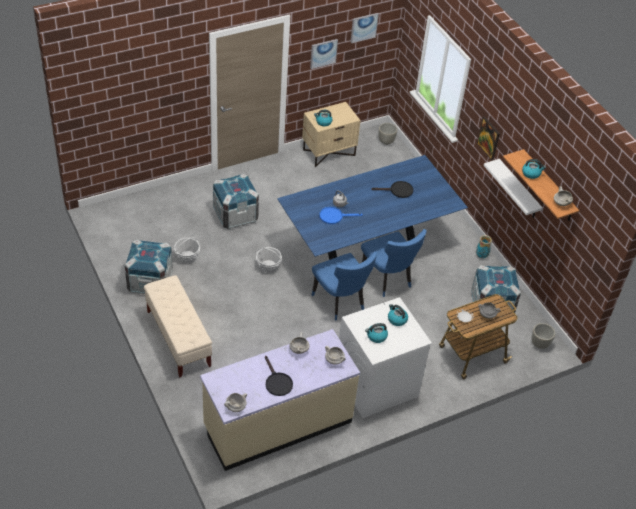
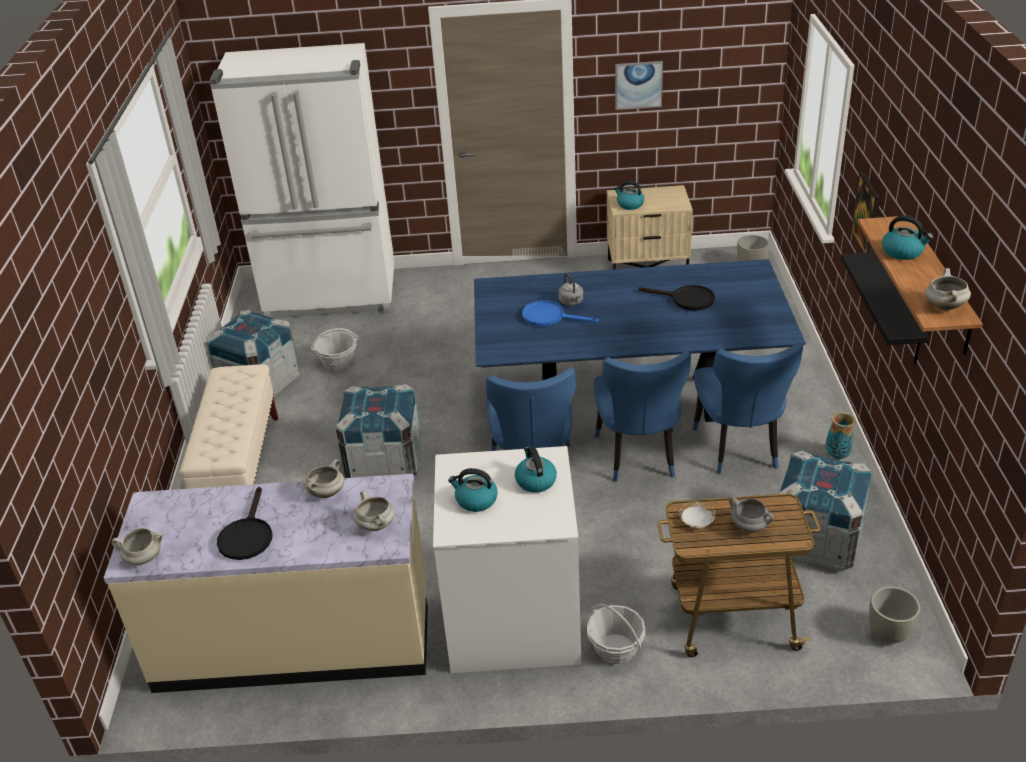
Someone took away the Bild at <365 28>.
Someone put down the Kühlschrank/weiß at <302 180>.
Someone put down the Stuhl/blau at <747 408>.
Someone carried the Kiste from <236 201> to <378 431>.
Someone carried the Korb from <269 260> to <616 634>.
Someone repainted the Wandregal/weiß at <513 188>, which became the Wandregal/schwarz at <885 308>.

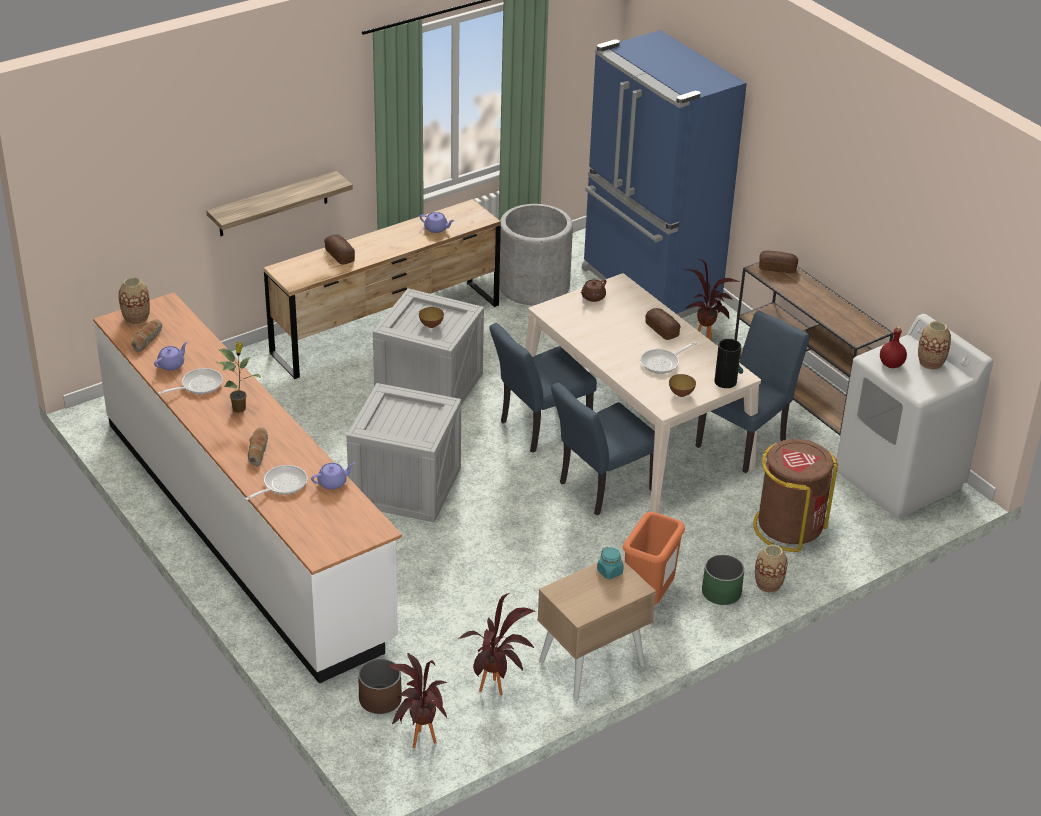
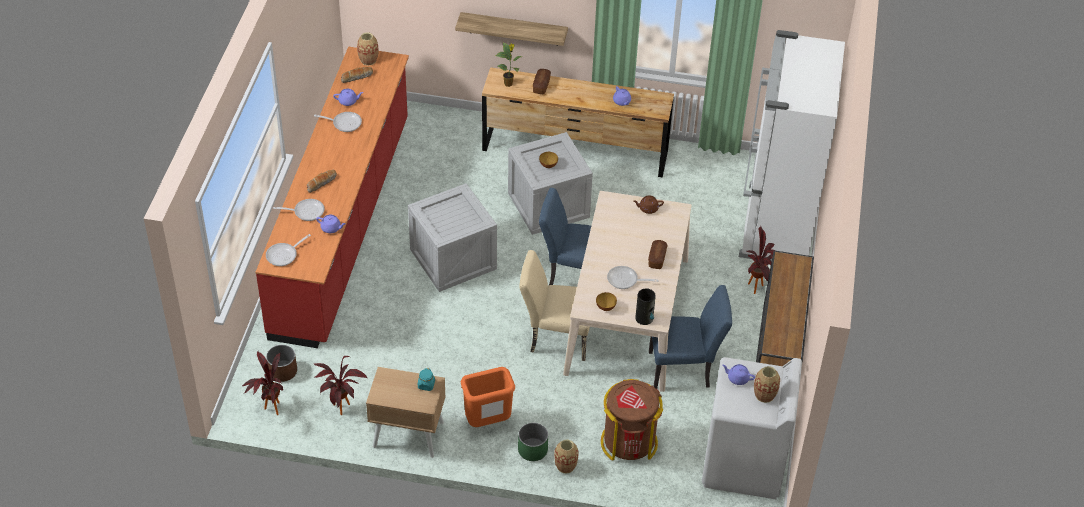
Someone took away the Pflanzkübel/grau at <536 254>.
Someone took away the Brot at <778 262>.
Someone put down the Pfanne at <288 250>.
Someone carried the Topfpflanze from <238 377> to <509 65>.
Someone swapped the Flasche/rot at <893 347> for the Teekanne/lila at <738 374>.
Someone repainted the Küchenzeile/weiß at <247 487>, which became the Küchenzeile/rot at <332 197>.
Someone repainted the Stuhl/blau at <603 449>, which became the Stuhl/beige at <554 305>.
Someone repainted the Kühlschrank/blau at <664 174>, which became the Kühlschrank/weiß at <792 145>.

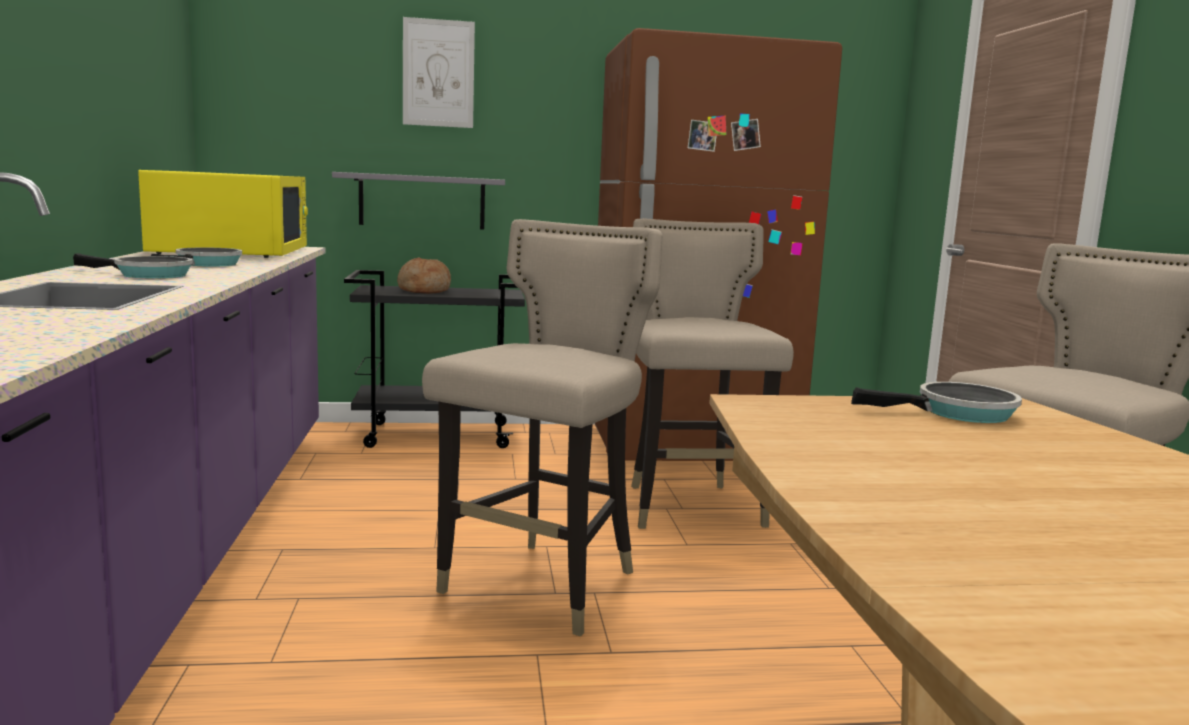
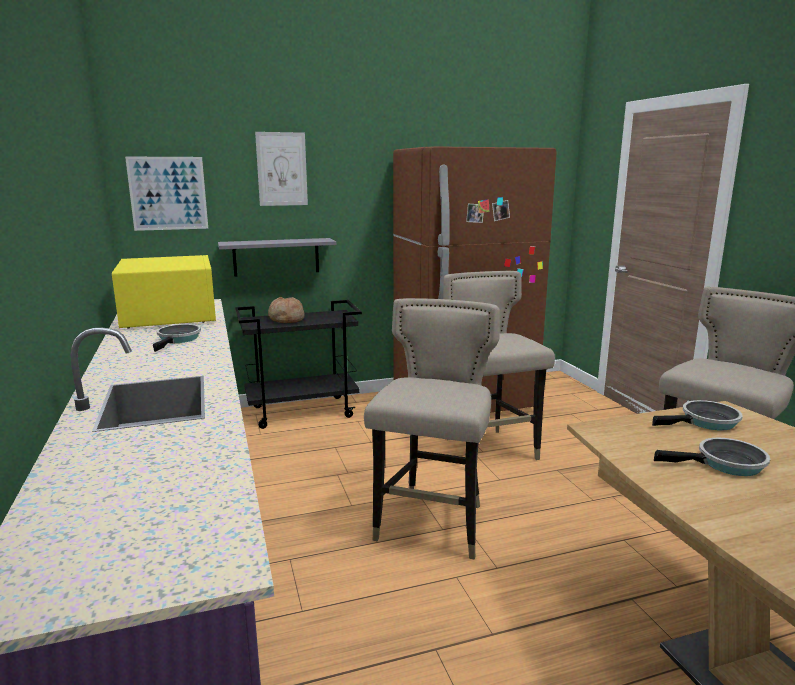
Someone put up the Bild at <166 194>.
Someone carried the Pfanne from <133 265> to <712 456>.

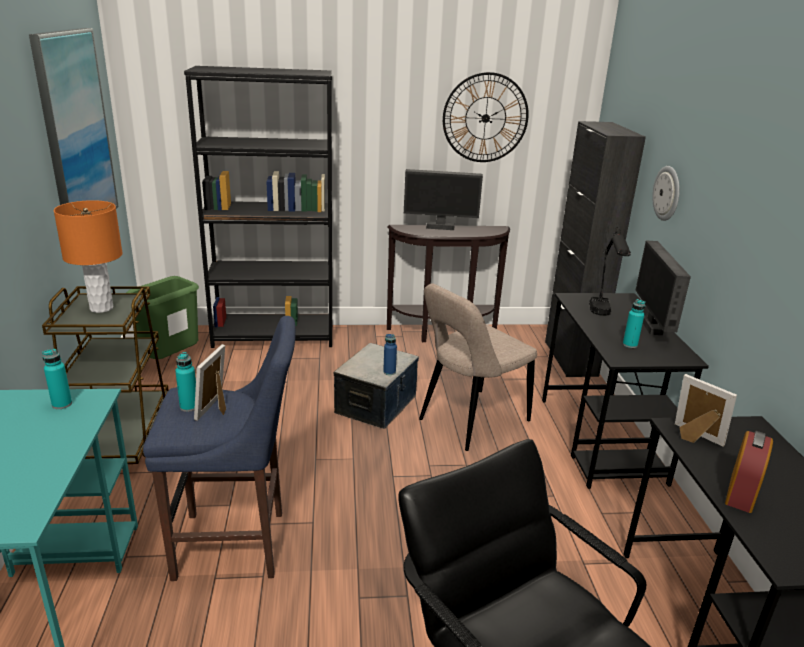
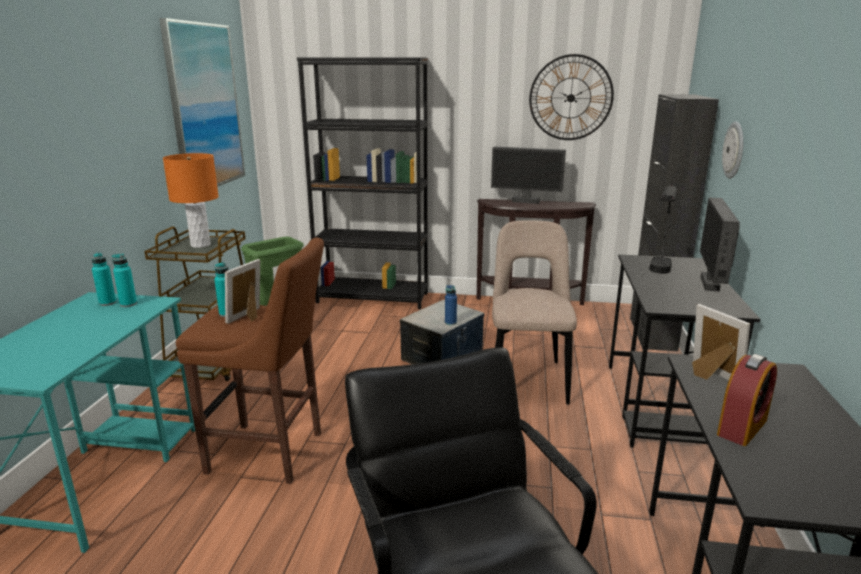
Someone carried the Flasche/türkis from <634 323> to <104 279>.
Someone repainted the Hocker/blau at <219 448>, which became the Hocker/braun at <250 361>.
Someone rotated the Stuhl/beige at <478 367> by 120 degrees clockwise.

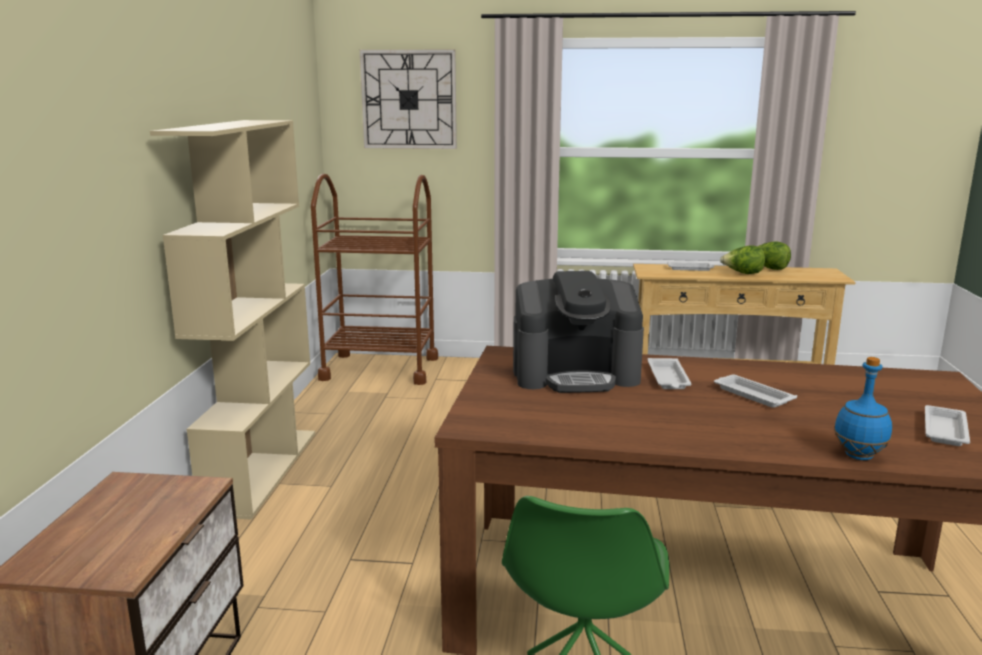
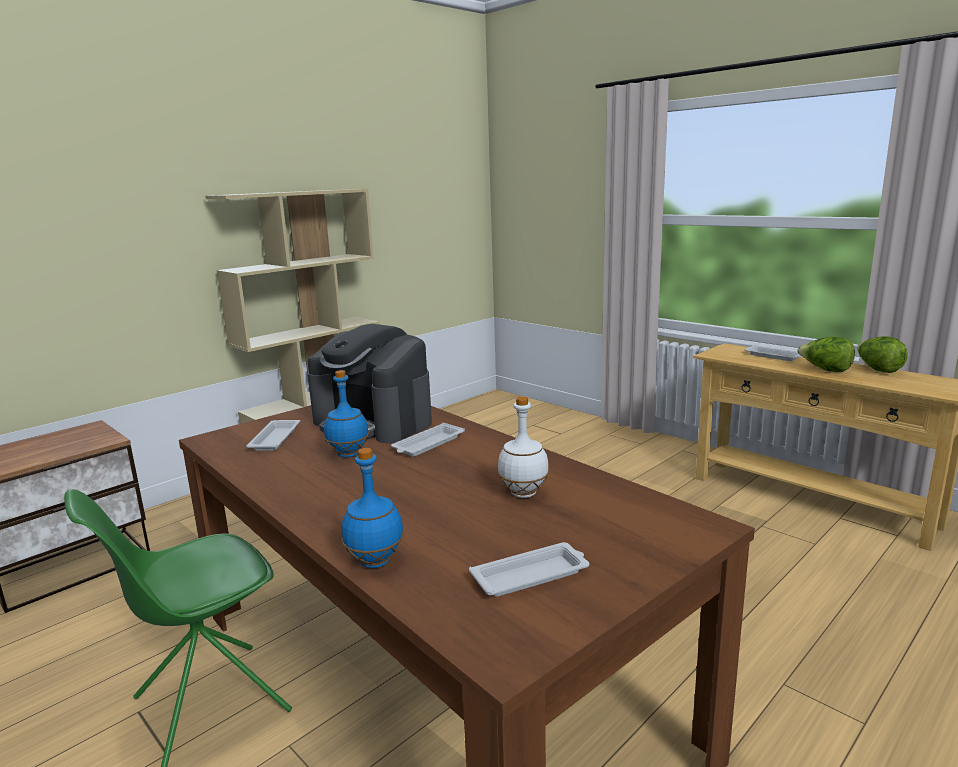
Someone took away the Rollwagen/braun at <374 279>.
Someone took away the Wanduhr at <408 99>.
Someone put down the Flasche/blau at <346 413>.
Someone put down the Flasche/weiß at <523 447>.
Someone carried the Tablett/weiß from <755 391> to <273 435>.

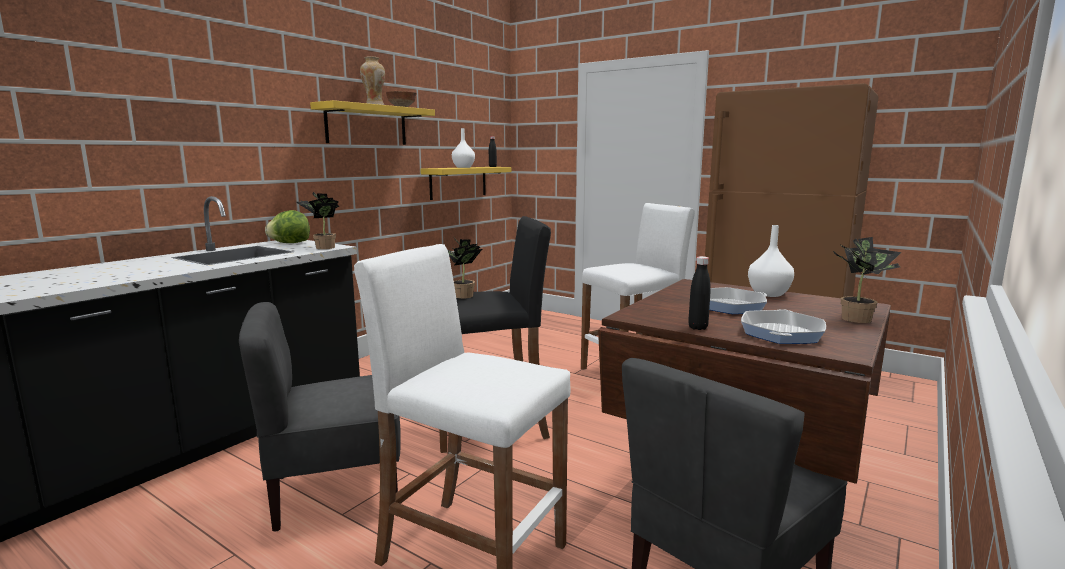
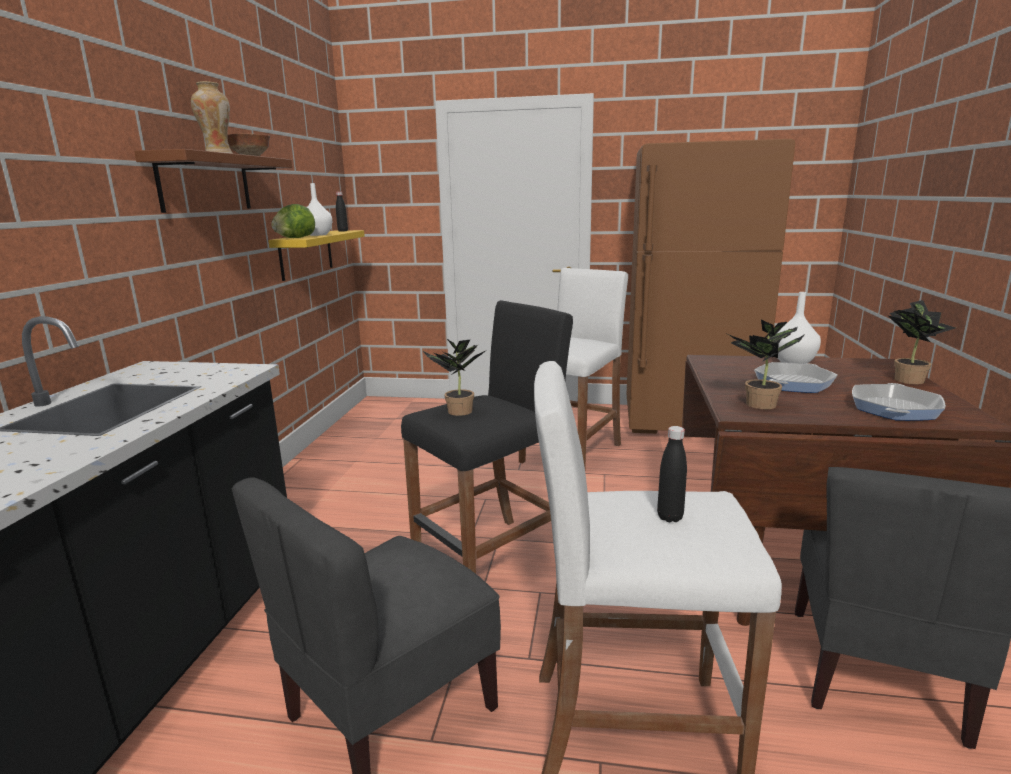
Someone carried the Salatkopf from <287 226> to <293 221>.
Someone carried the Topfpflanze from <317 220> to <766 364>.
Someone carried the Flasche/schwarz from <699 293> to <672 474>.
Someone repainted the Wandregal/gelb at <372 122>, which became the Wandregal/braun at <213 181>.
Someone rotated the Pfanne at <783 326> by 150 degrees counterclockwise.

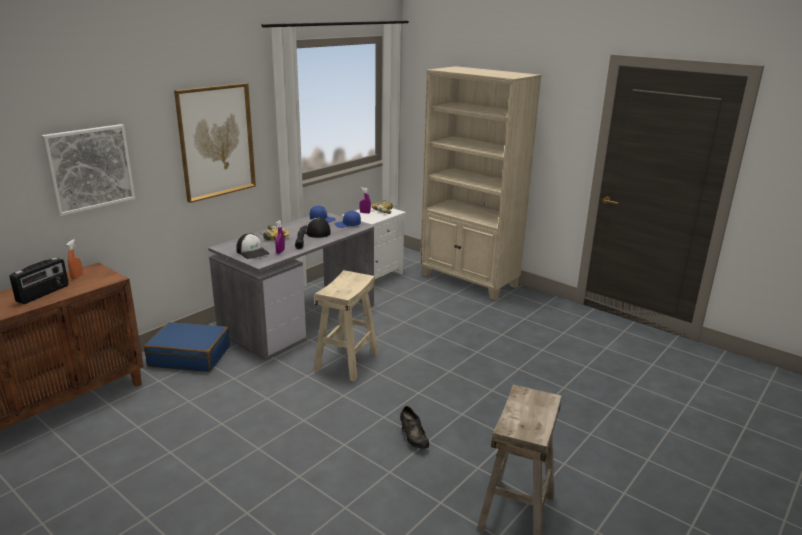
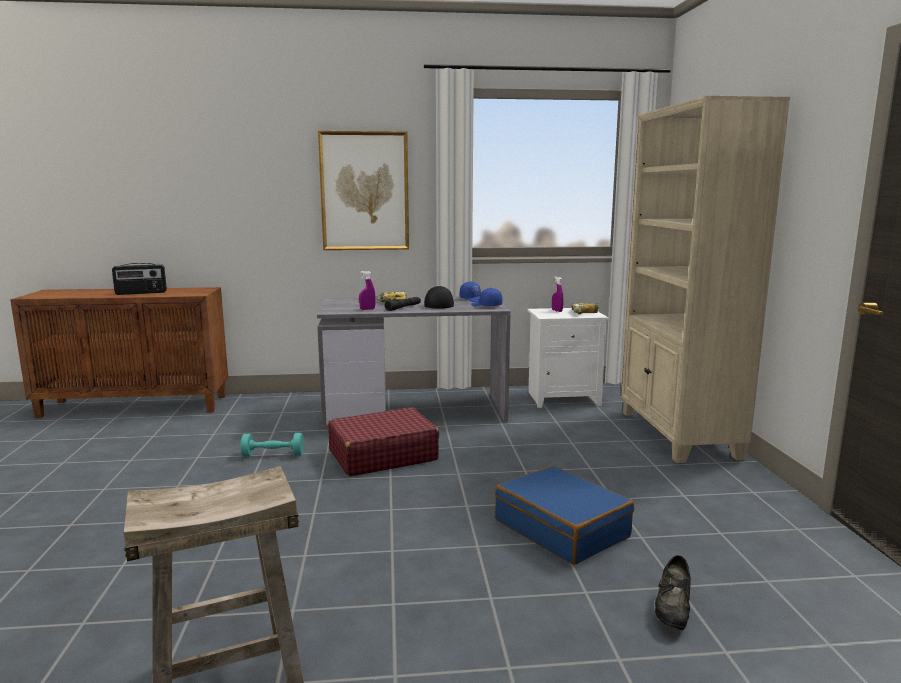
Someone took away the Bild at <88 170>.
Someone took away the Sprühflasche/orange at <75 259>.
Someone took away the Kappe at <253 246>.
Someone put down the Hantel/türkis at <272 445>.
Someone carried the Koffer/blau from <187 347> to <564 515>.
Someone carried the Schuh/schwarz from <414 427> to <673 592>.
Someone swapped the Hocker/beige at <345 325> for the Koffer/rot at <383 441>.

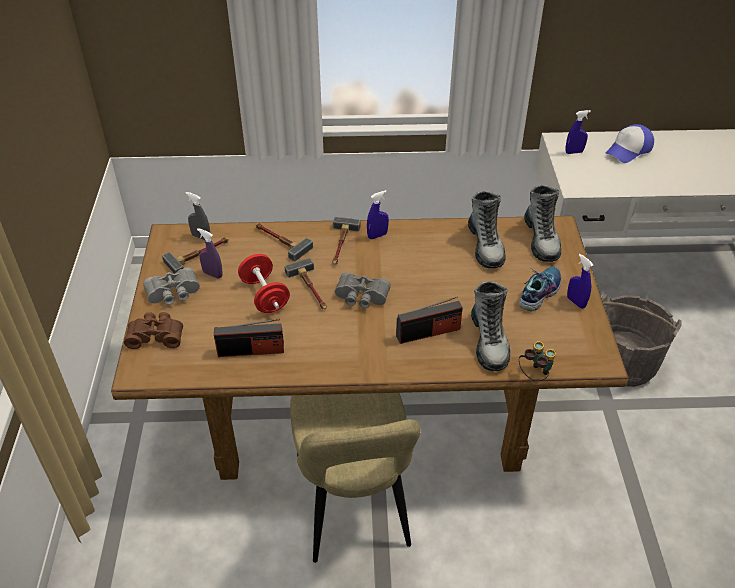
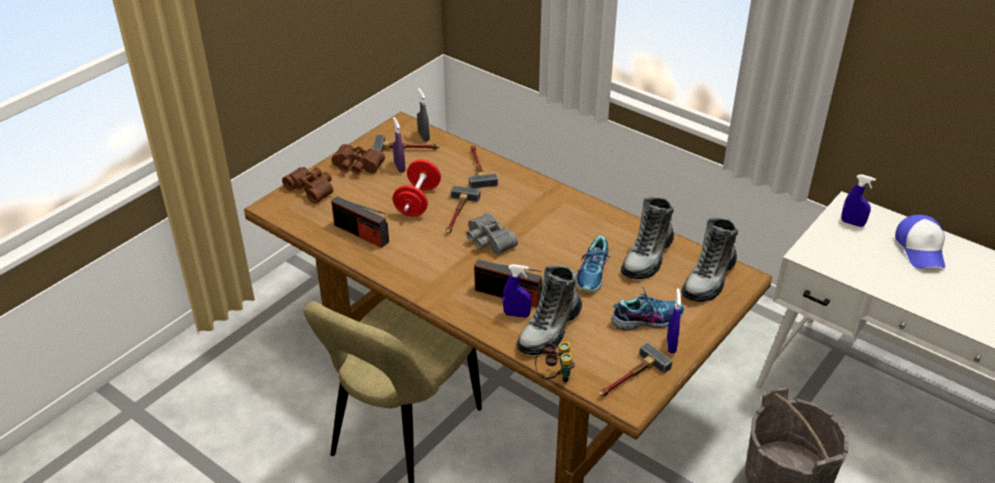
Someone put down the Schuh at <593 263>.
Someone carried the Hammer from <347 241> to <635 369>.
Someone carried the Sprühflasche/blau from <378 214> to <517 291>.
Someone repainted the Fernglas/grau at <171 286>, which became the Fernglas/braun at <358 159>.
Someone rotated the Kappe at <630 143> by 90 degrees counterclockwise.

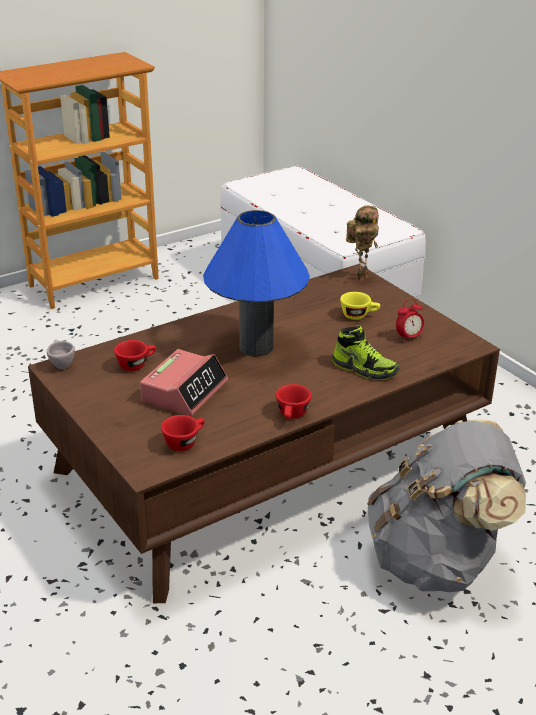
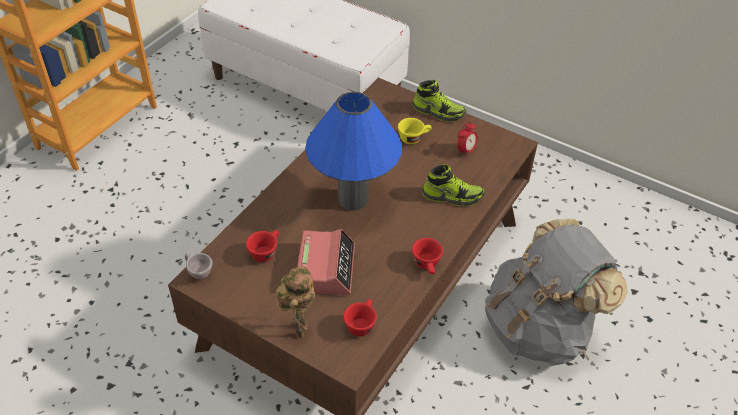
Someone put down the Schuh at <439 101>.
Someone carried the Spielzeugroboter from <362 244> to <296 302>.

